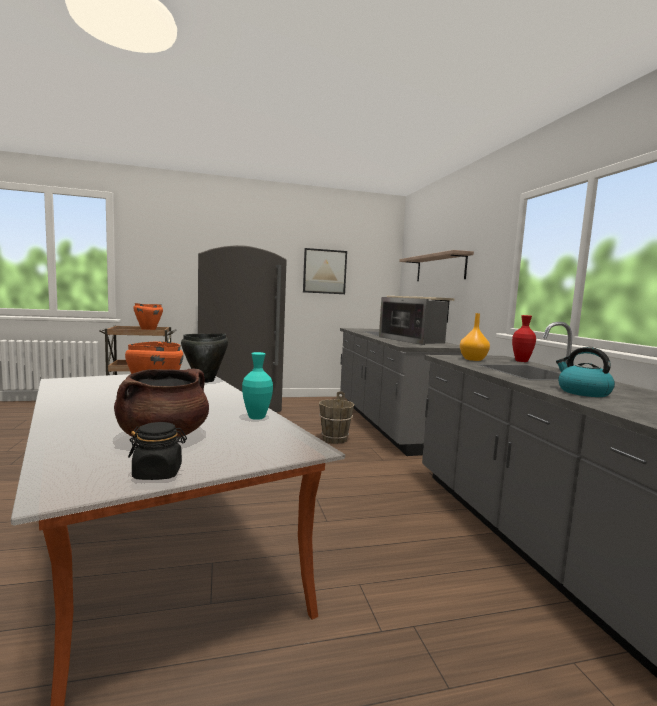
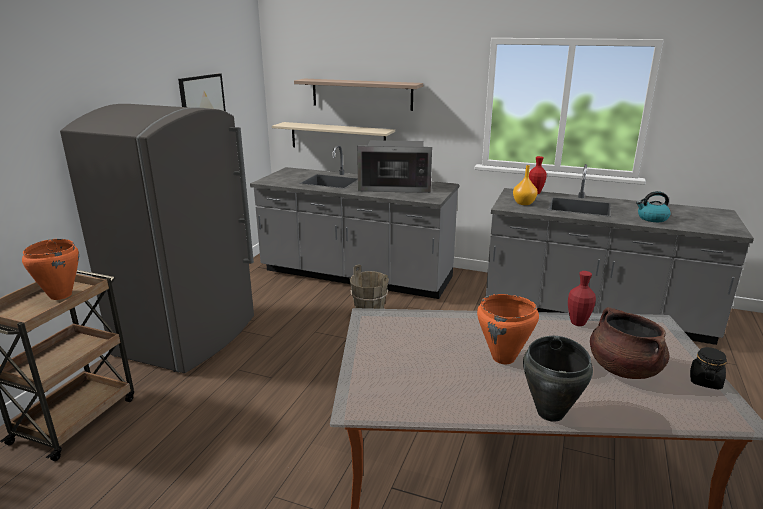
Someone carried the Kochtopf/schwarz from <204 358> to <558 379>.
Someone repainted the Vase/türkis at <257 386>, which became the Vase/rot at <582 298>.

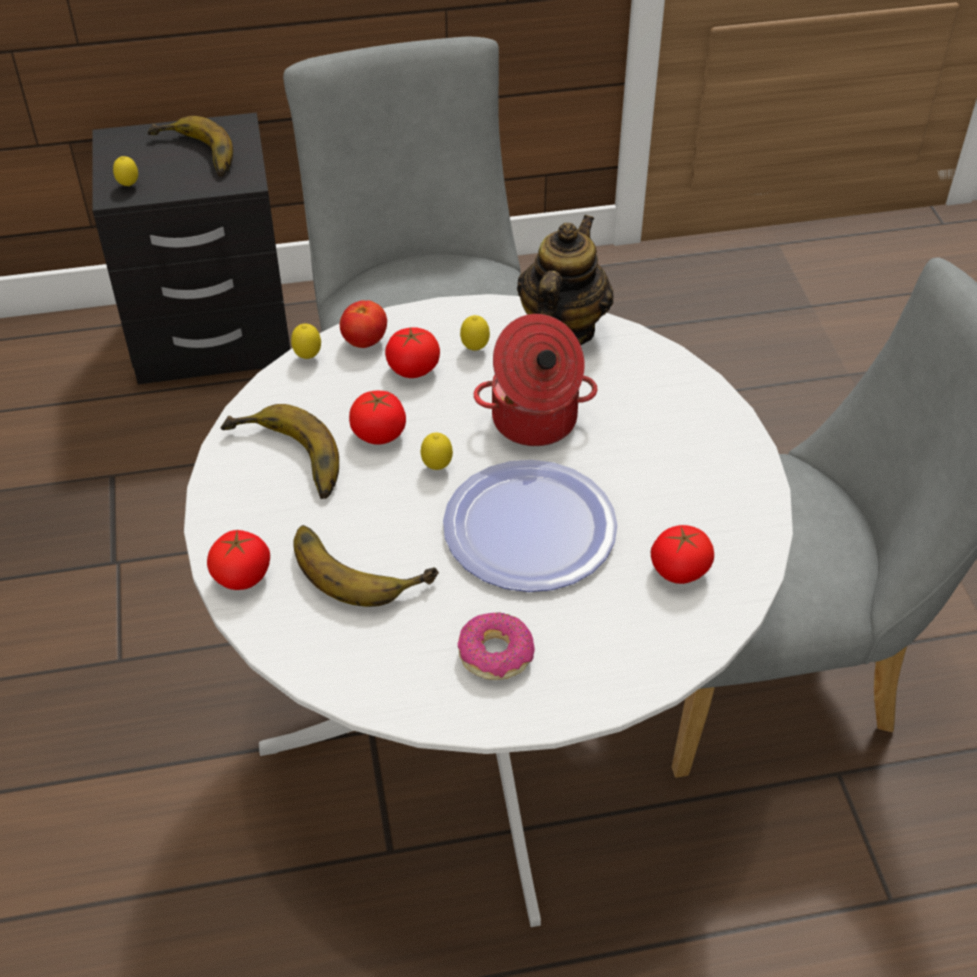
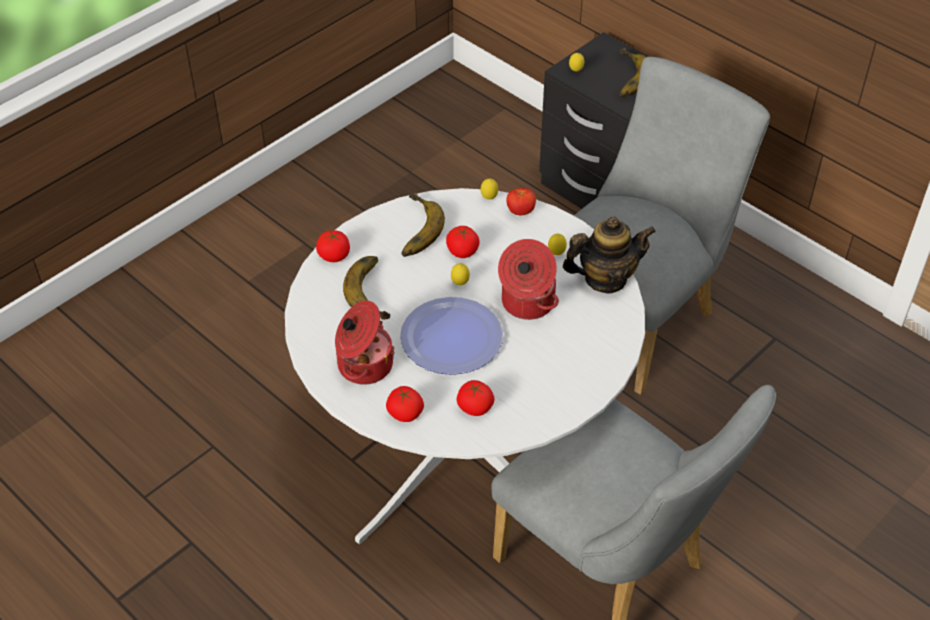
Someone carried the Tomate from <412 352> to <405 404>.
Someone swapped the Donut at <496 646> for the Kochtopf at <365 343>.

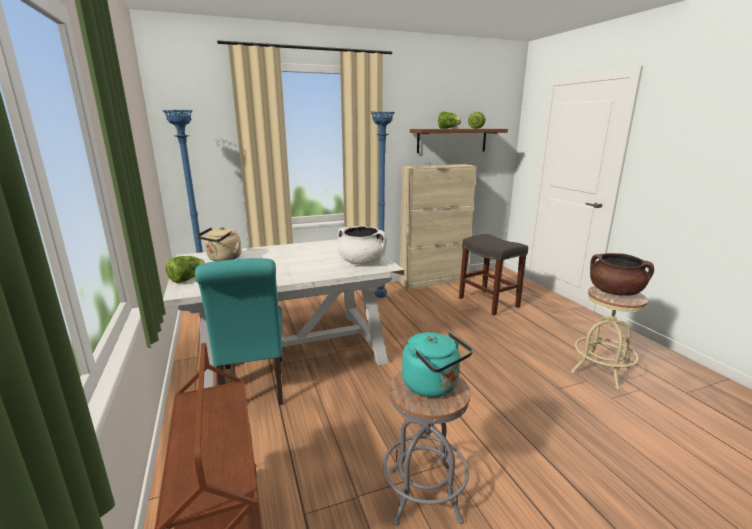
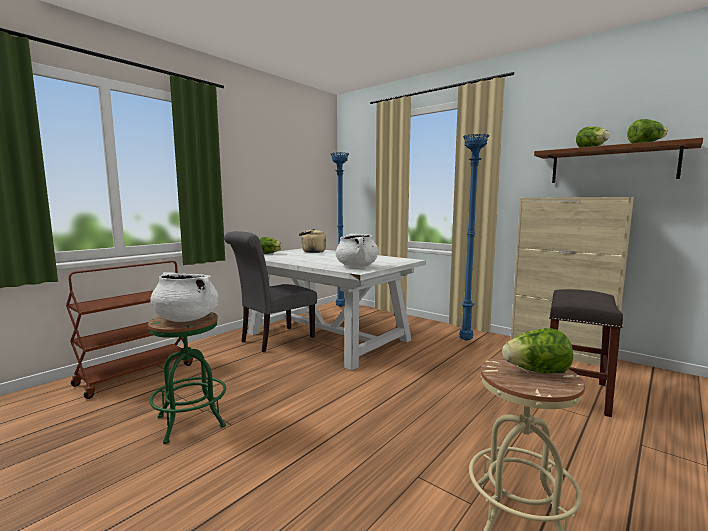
Someone swapped the Wasserkessel/türkis at <437 364> for the Kochtopf/weiß at <184 297>.
Someone swapped the Kochtopf/braun at <622 274> for the Salatkopf at <537 351>.
Someone repainted the Stuhl/türkis at <239 331>, which became the Stuhl/grau at <270 291>.
Someone repainted the Hocker/grau at <426 448>, which became the Hocker/grün at <187 378>.

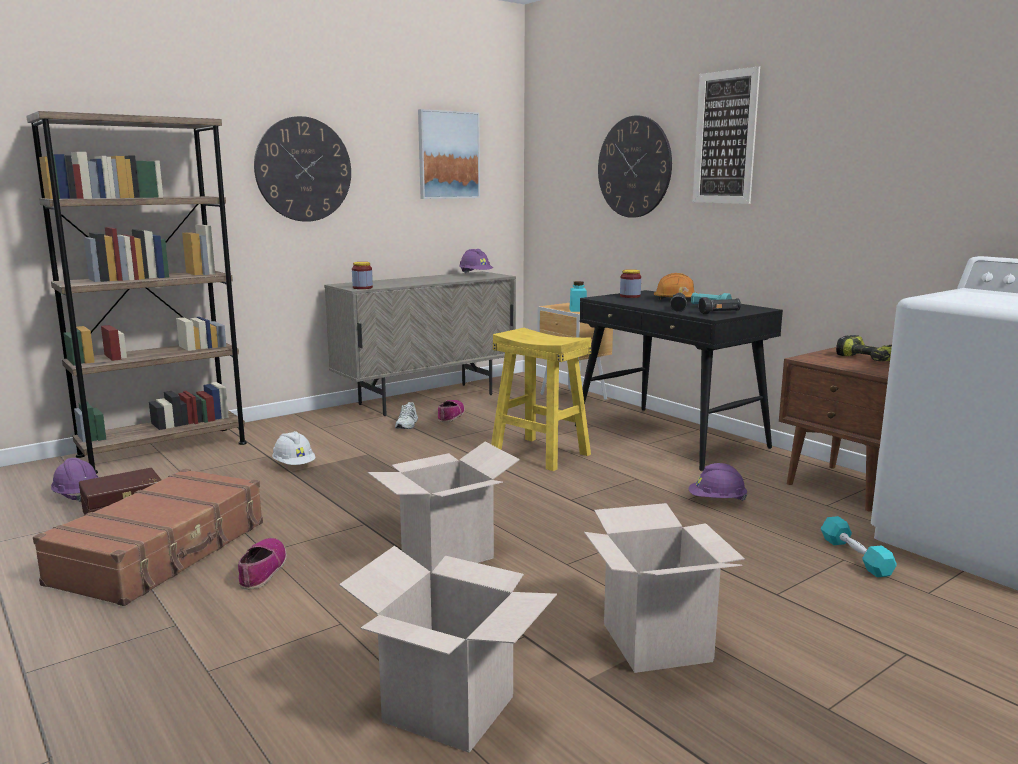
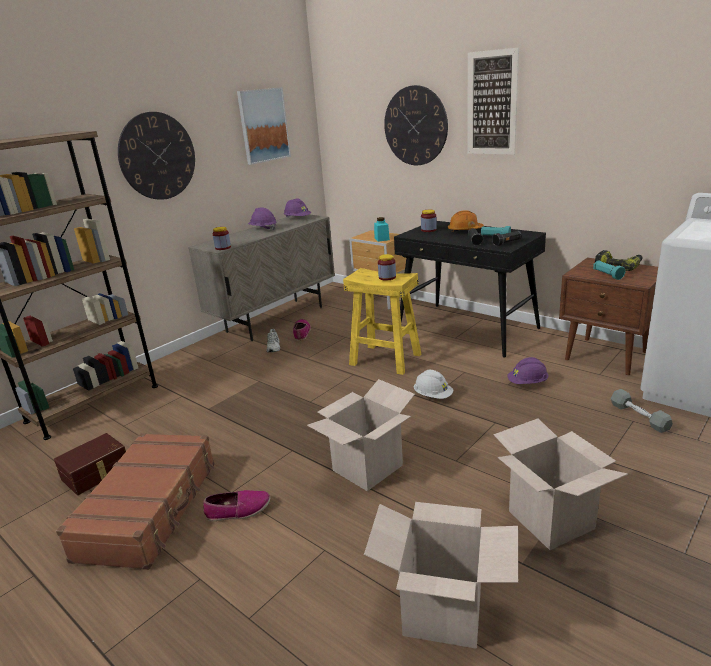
Someone put down the Vorratsglas at <387 267>.
Someone put down the Taschenlampe/türkis at <609 270>.
Someone carried the Schutzhelm/lila from <75 480> to <262 219>.
Someone carried the Schutzhelm/weiß from <294 448> to <433 384>.
Someone repainted the Hantel/türkis at <859 546>, which became the Hantel/grau at <642 411>.
Someone rotated the Schuh at <262 564> by 90 degrees clockwise.

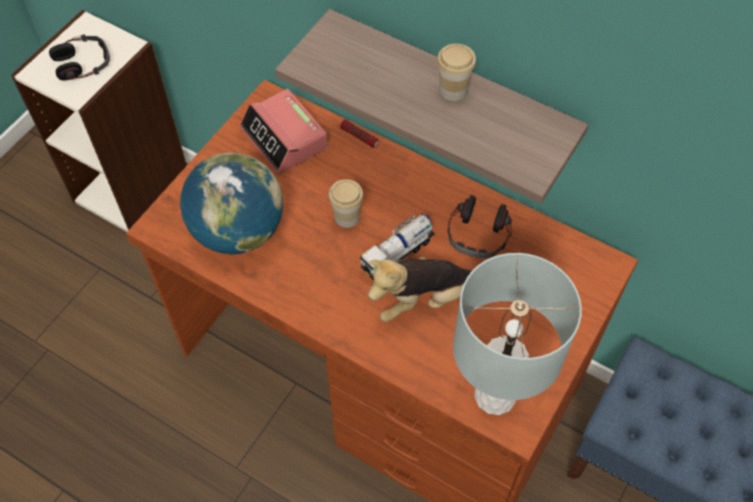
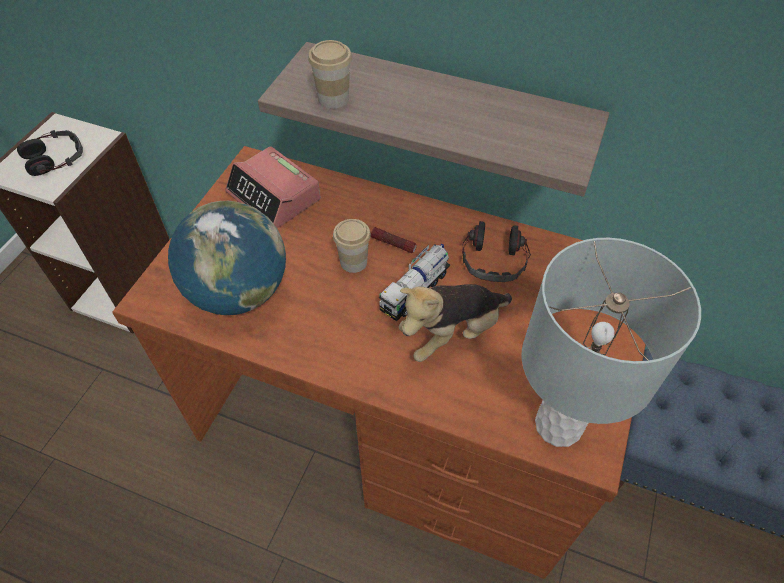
Someone carried the Taschenlampe from <359 133> to <394 240>.
Someone carried the Tasse from <456 72> to <330 74>.

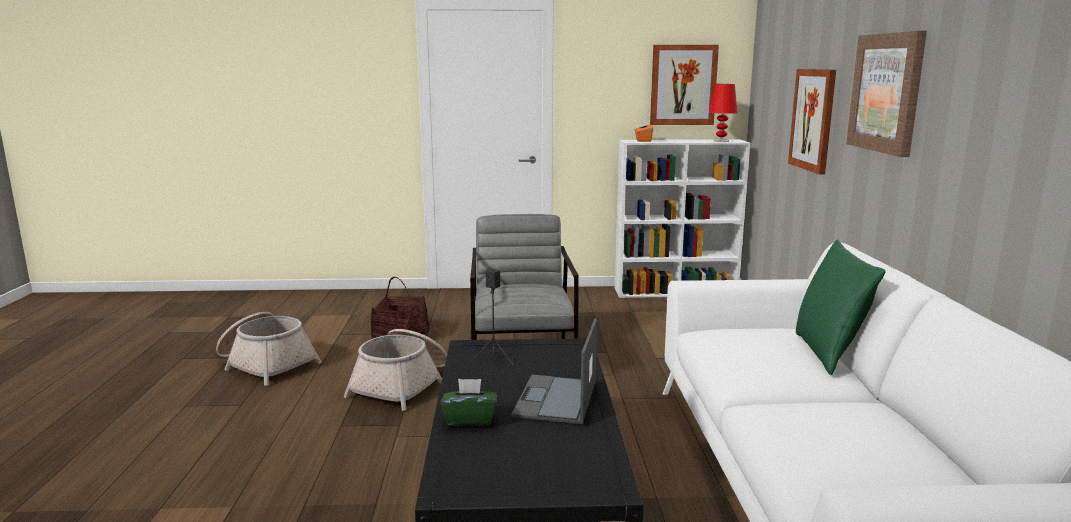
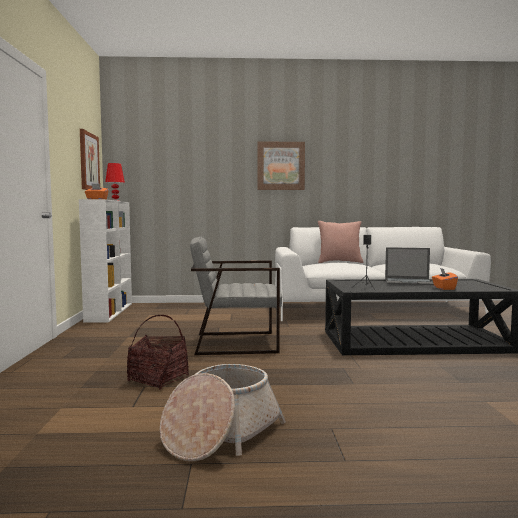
Someone took away the Korb at <395 370>.
Someone took away the Bild at <812 121>.
Someone repainted the Taschentuchbox/grün at <469 402>, which became the Taschentuchbox/orange at <445 279>.
Someone repainted the Kissen/grün at <840 307>, which became the Kissen/rosa at <341 242>.

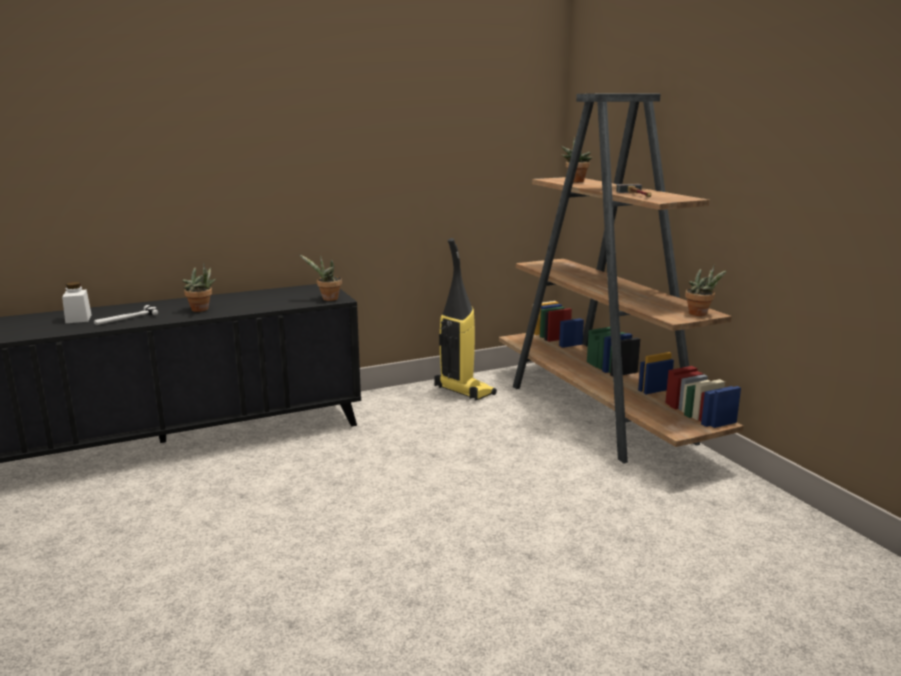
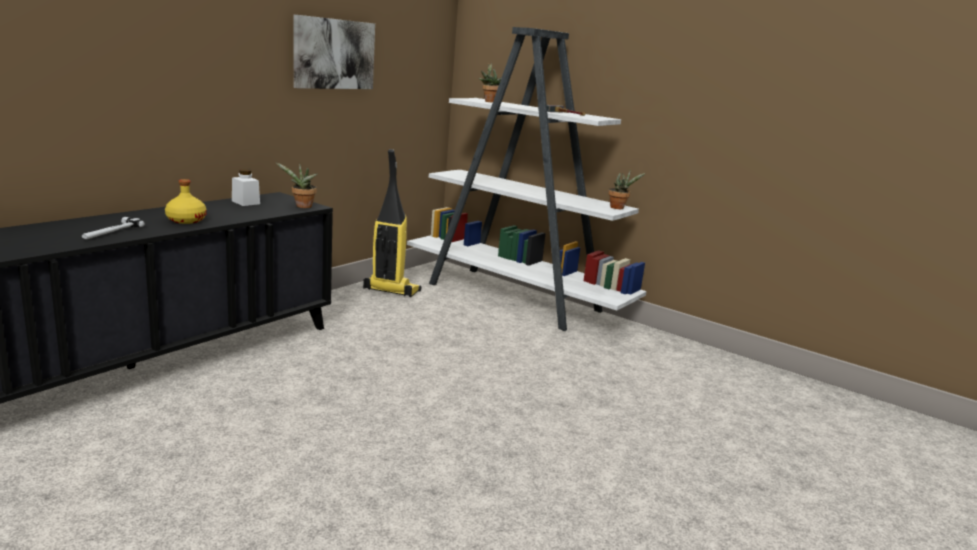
Someone put up the Bild at <334 52>.
Someone carried the Vorratsglas/weiß from <77 302> to <246 187>.
Someone swapped the Topfpflanze at <199 287> for the Flasche/gelb at <186 201>.
Someone repainted the Bücherregal/braun at <621 278>, which became the Bücherregal/weiß at <527 179>.

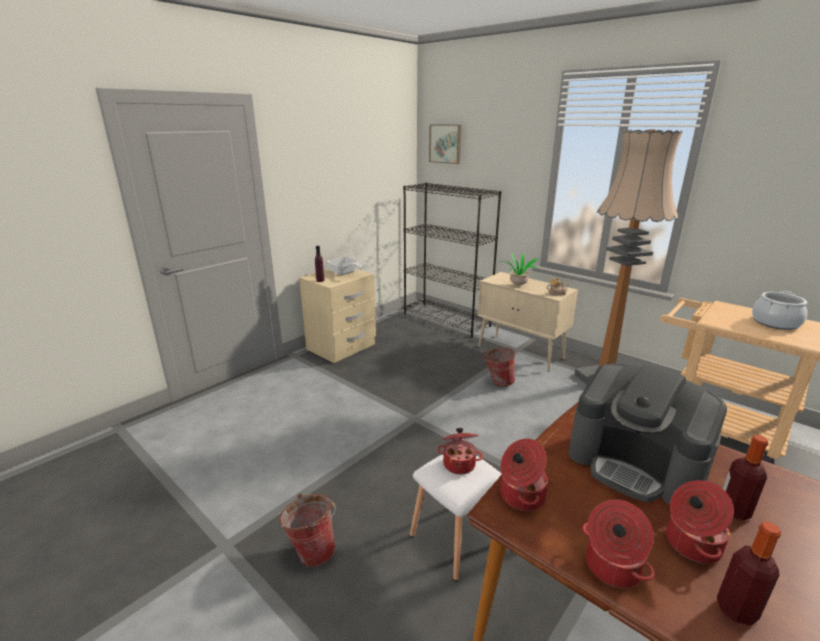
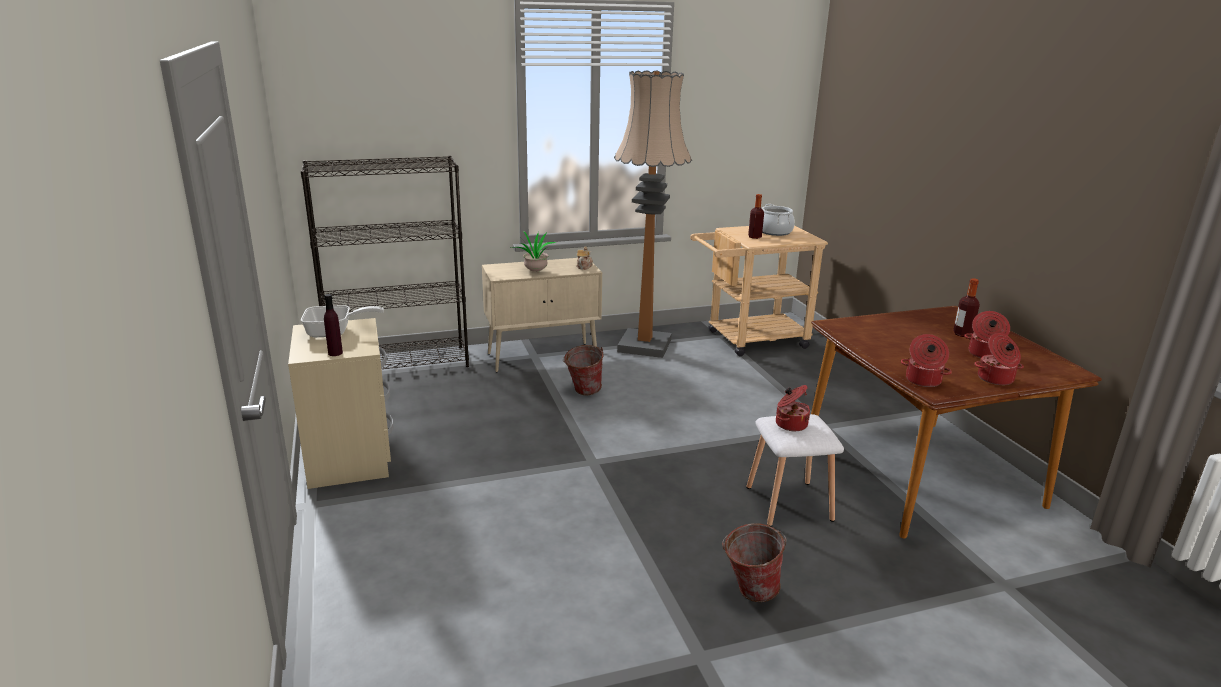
Someone took away the Bild at <445 144>.
Someone took away the Kaffeemaschine at <647 434>.
Someone carried the Flasche from <749 573> to <756 216>.

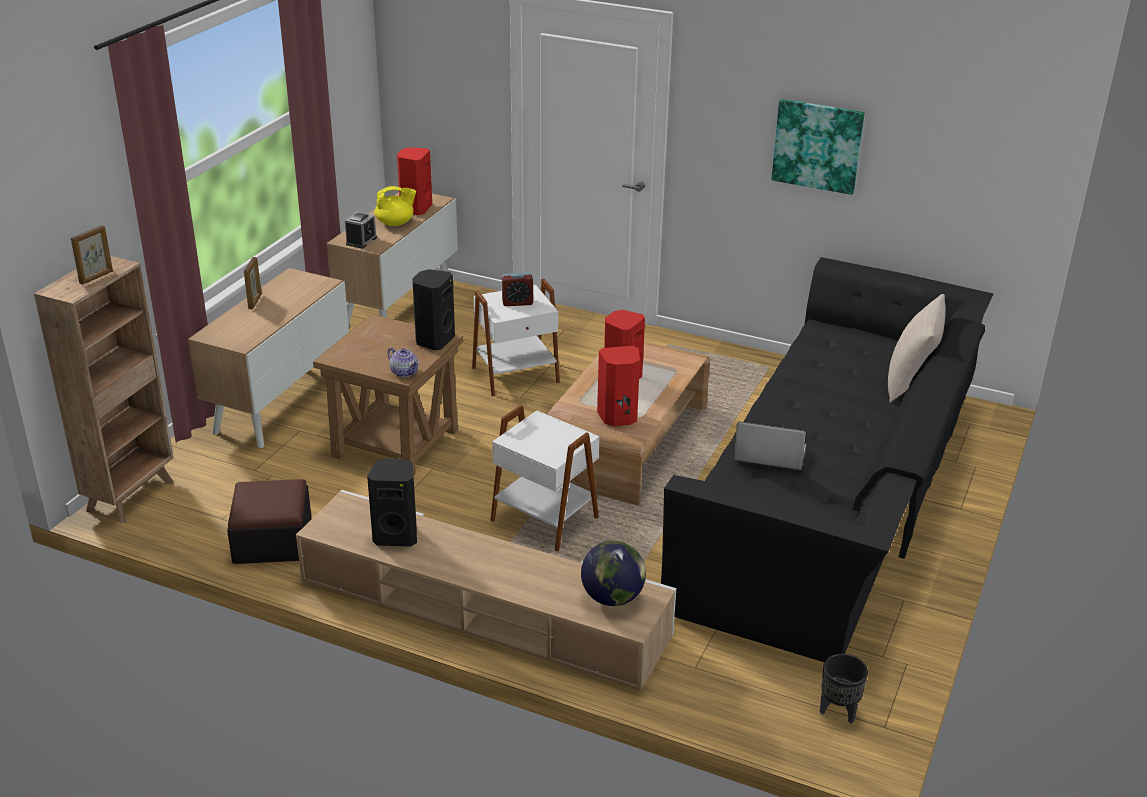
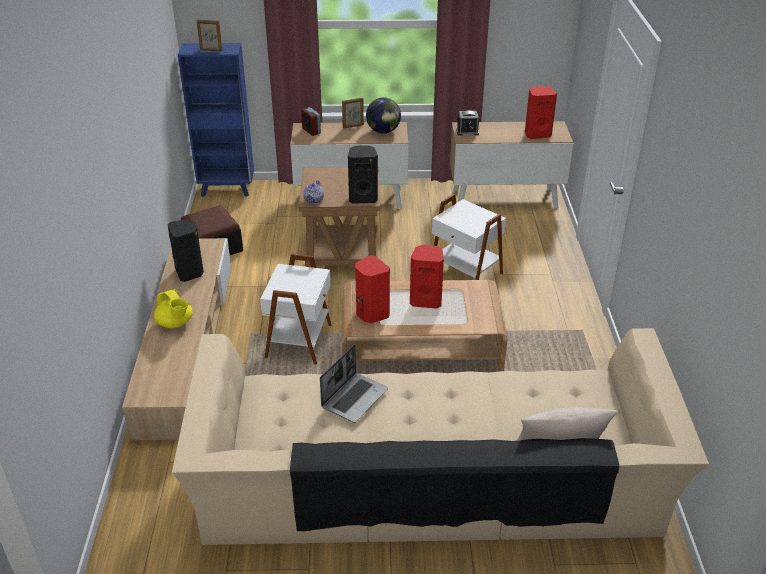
Someone took away the Bild at <818 147>.
Someone took away the Pflanzkübel/schwarz at <844 689>.
Someone carried the Teekanne/gelb from <395 206> to <173 308>.
Someone carried the Wecker from <517 289> to <311 121>.
Someone carried the Globus from <613 573> to <383 115>.
Someone repainted the Bücherregal/braun at <104 389>, which became the Bücherregal/blau at <216 120>.
Someone repainted the Sofa/schwarz at <827 459>, which became the Sofa/beige at <440 436>.
Someone rotated the Laptop at <770 446> by 45 degrees clockwise.

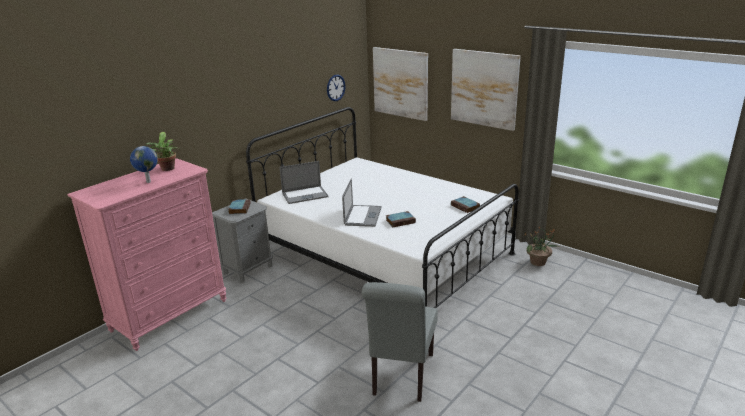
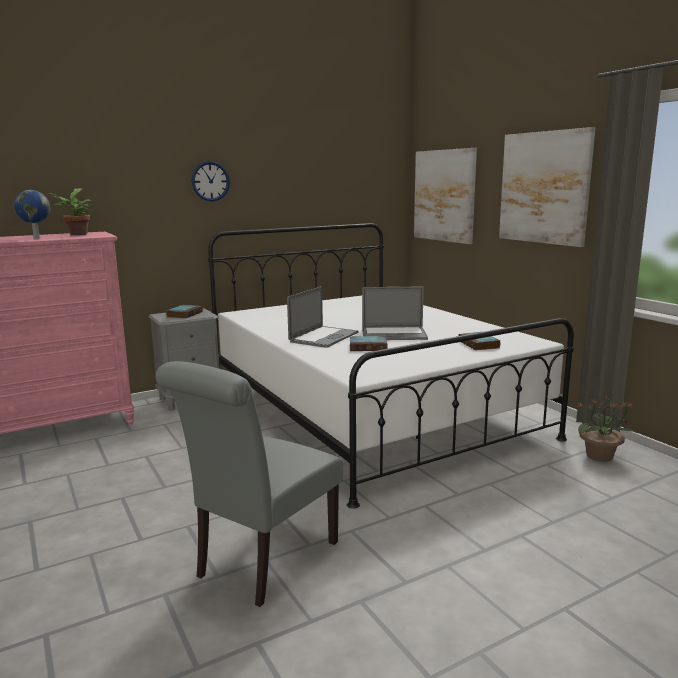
Someone carried the Laptop from <304 182> to <395 313>.
Someone carried the Wanduhr from <336 88> to <211 181>.

